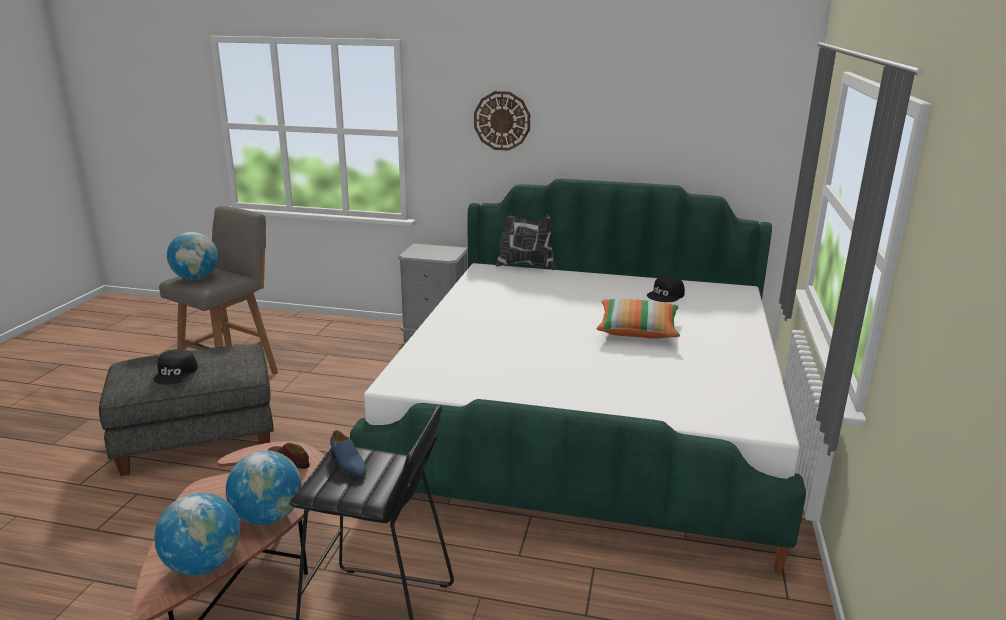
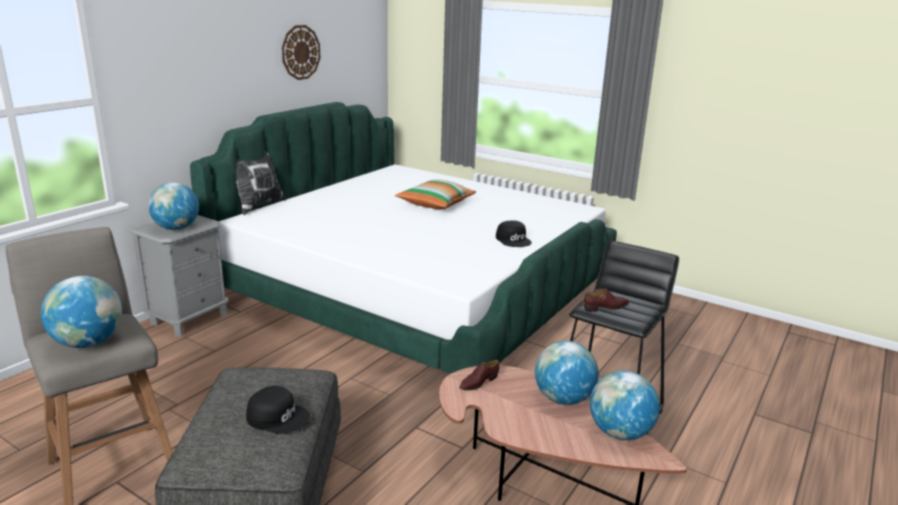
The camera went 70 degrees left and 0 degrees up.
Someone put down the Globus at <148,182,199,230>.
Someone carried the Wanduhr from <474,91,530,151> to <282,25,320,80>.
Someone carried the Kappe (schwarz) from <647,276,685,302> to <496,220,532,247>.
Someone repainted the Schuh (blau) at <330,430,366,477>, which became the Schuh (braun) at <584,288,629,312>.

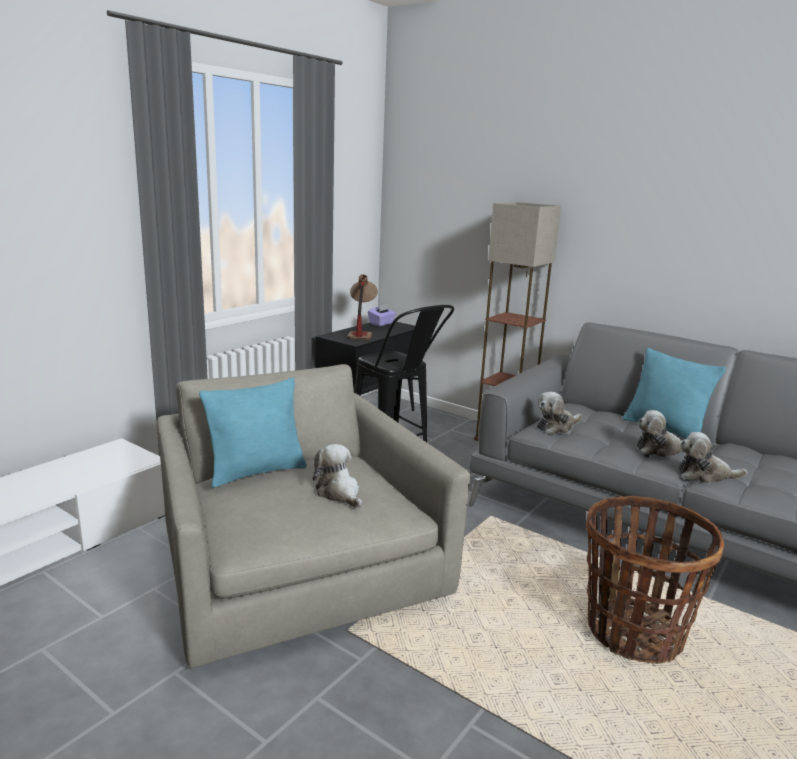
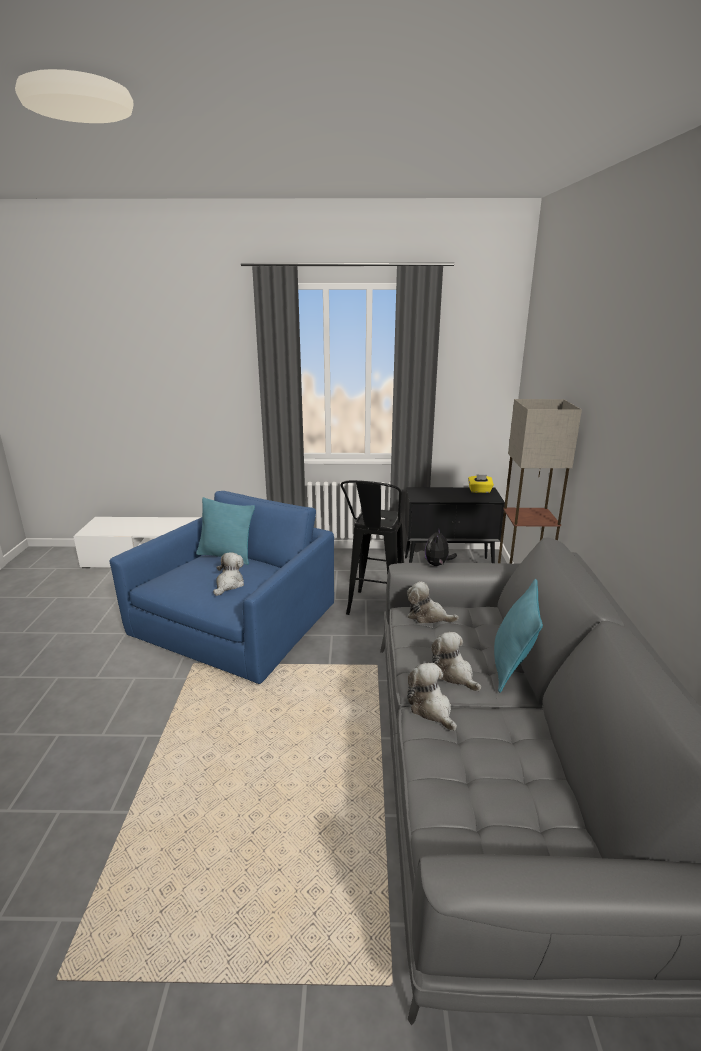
The camera went 55 degrees right and 5 degrees up.
Someone took away the Tischlampe at <347,274,377,340>.
Someone took away the Korb at <586,496,724,664>.
Someone put down the Plüschtier at <425,529,457,566>.
Someone repainted the Sessel (grau) at <157,364,470,668>, which became the Sessel (blau) at <110,491,334,684>.
Someone repainted the Taschentuchbox (lila) at <368,304,396,326>, which became the Taschentuchbox (gelb) at <468,474,494,493>.

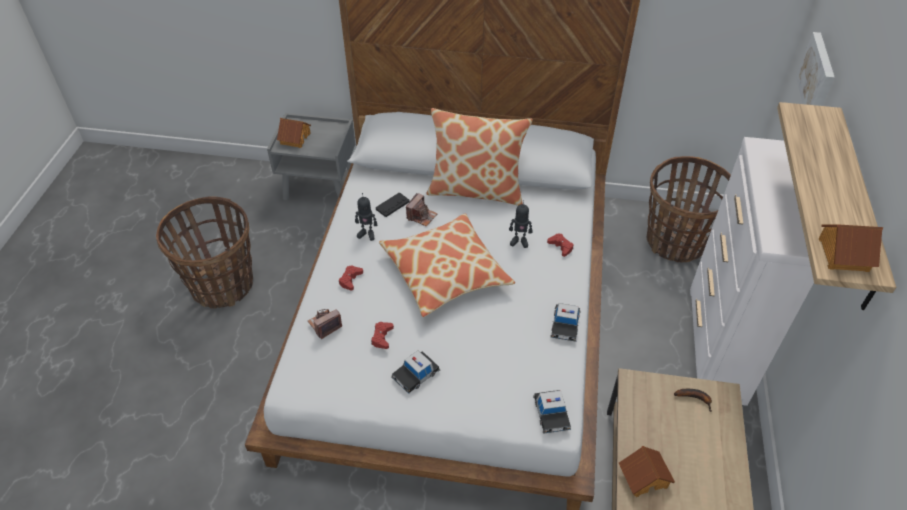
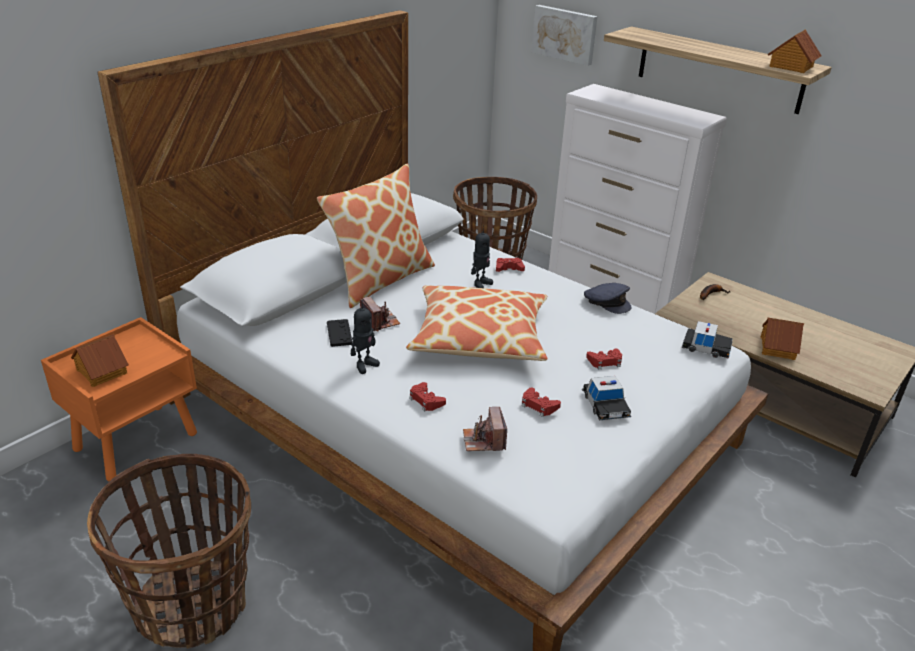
The camera went 60 degrees left and 15 degrees down.
Someone put down the Gamepad (rot) at <586,348,622,369>.
Someone swapped the Spielzeugauto at <550,303,581,342> for the Kappe (grau) at <584,283,632,314>.
Someone repainted the Nachttisch (grau) at <267,113,355,200>, which became the Nachttisch (orange) at <41,317,197,482>.

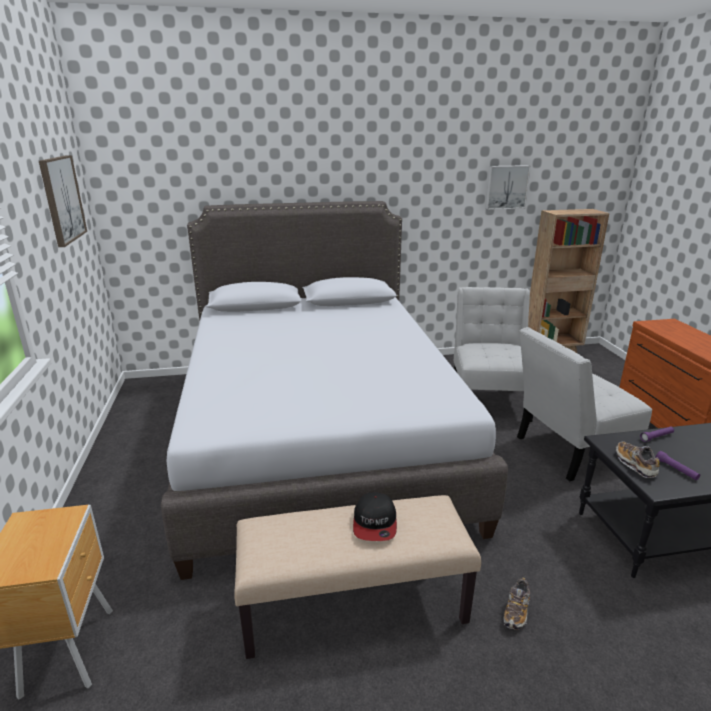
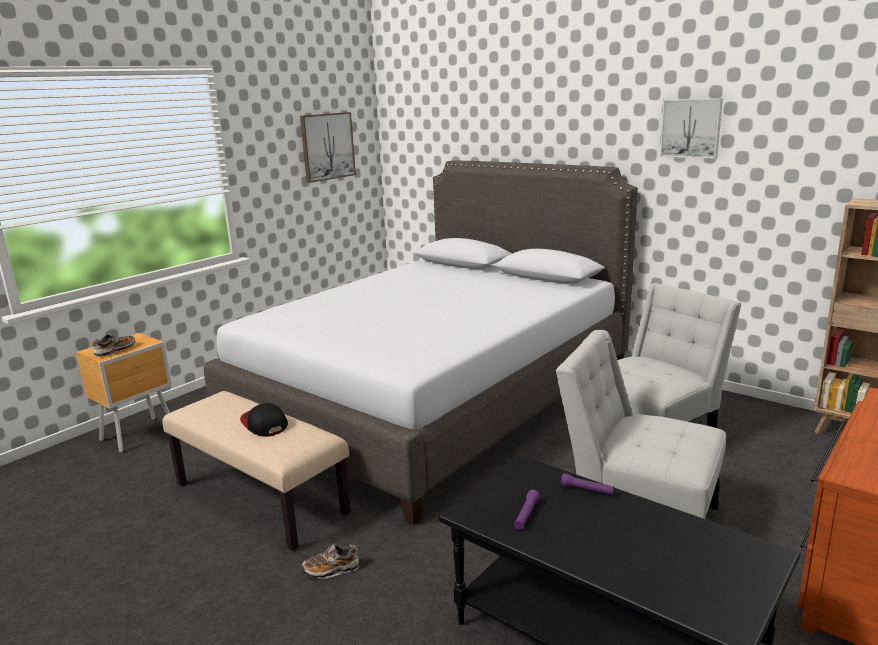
The camera went 50 degrees right and 5 degrees down.
Someone carried the Bild from <485,165,531,210> to <660,98,723,159>.
Someone carried the Schuh from <616,441,660,478> to <92,333,135,357>.
Someone rotated the Kappe at <353,492,397,541> by 90 degrees clockwise.

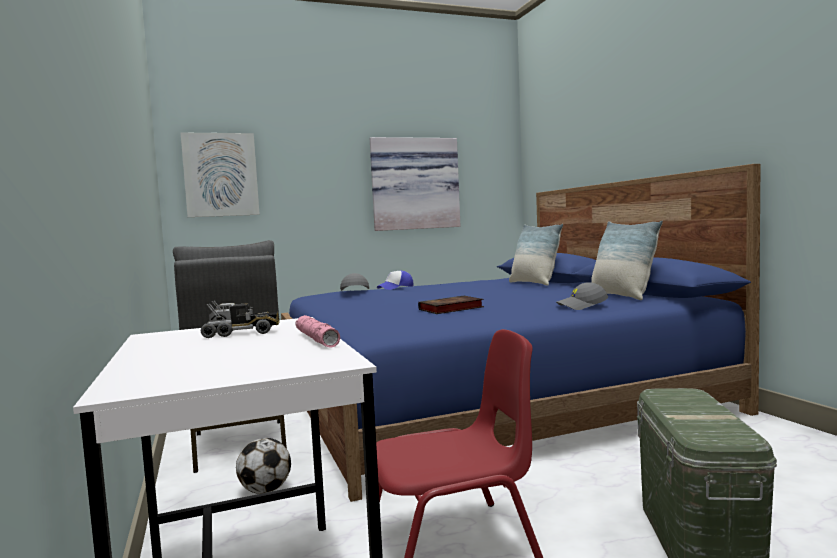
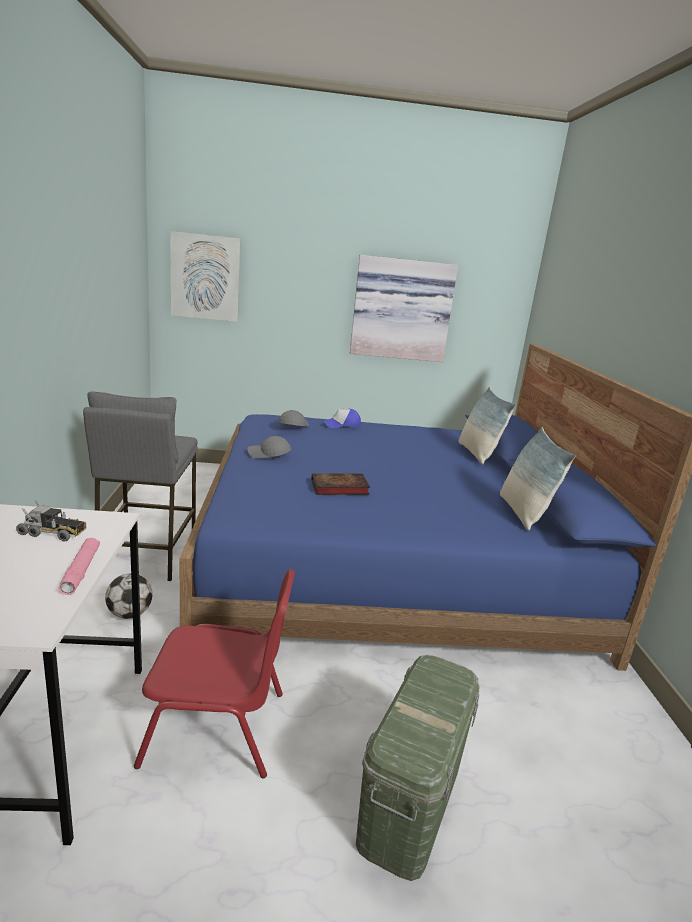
The camera went 15 degrees right and 15 degrees up.
Someone carried the Kappe (grau) from <556,282,608,310> to <248,436,291,459>.

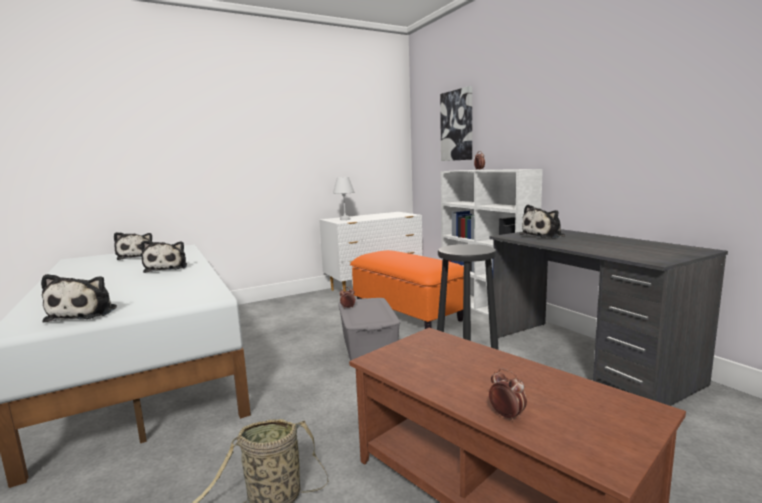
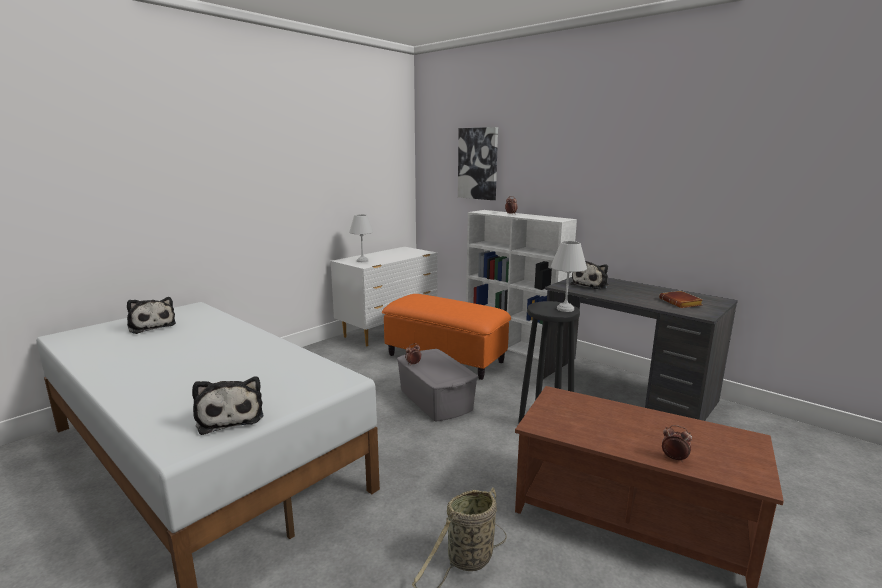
The camera went 20 degrees left and 5 degrees up.
Someone took away the Plüschtier at <141,240,187,273>.
Someone put down the Tischlampe (weiß) at <551,241,587,312>.
Someone put down the Buch (braun) at <659,291,703,308>.

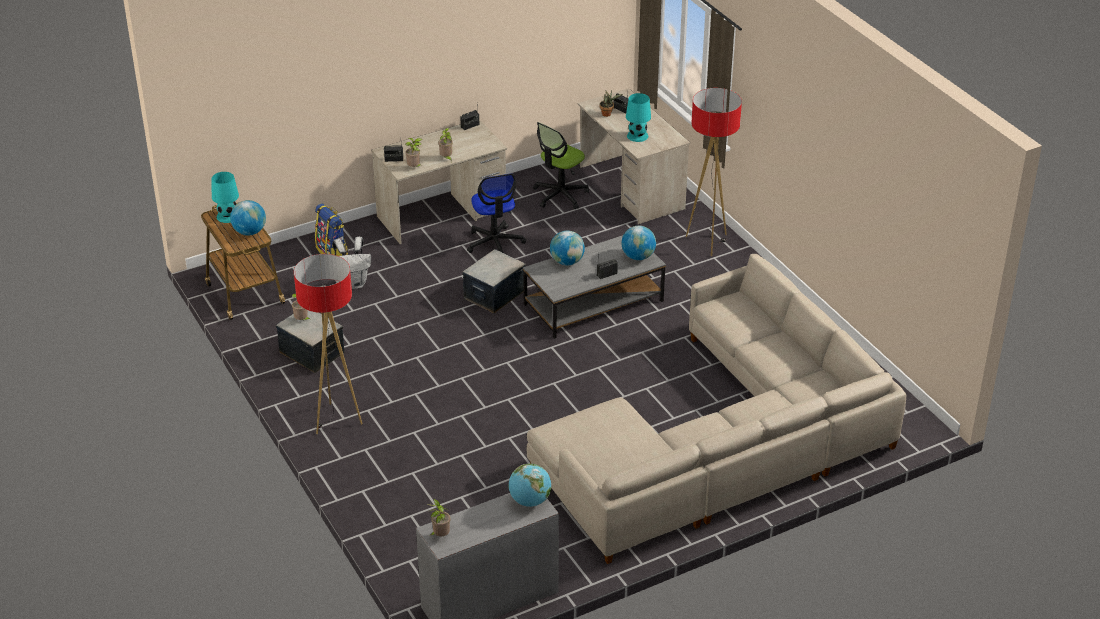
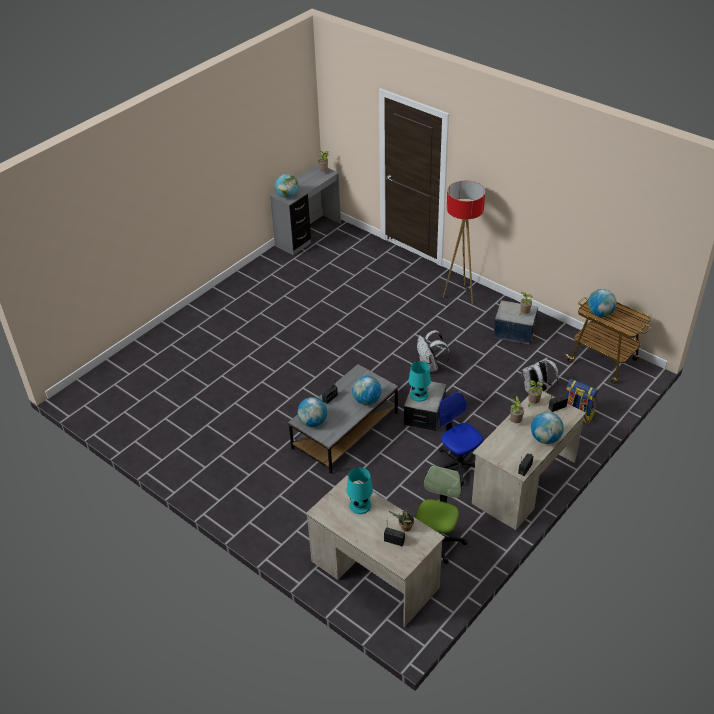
The camera went 160 degrees right and 5 degrees up.
Someone took away the Sofa (beige) at <527,254,906,564>.
Someone took away the Stehlampe at <686,88,742,256>.
Someone put down the Rucksack (weiß) at <417,330,450,372>.
Someone put down the Globus at <531,412,564,444>.
Someone carried the Tischlampe (türkis) from <212,172,239,223> to <409,361,431,402>.

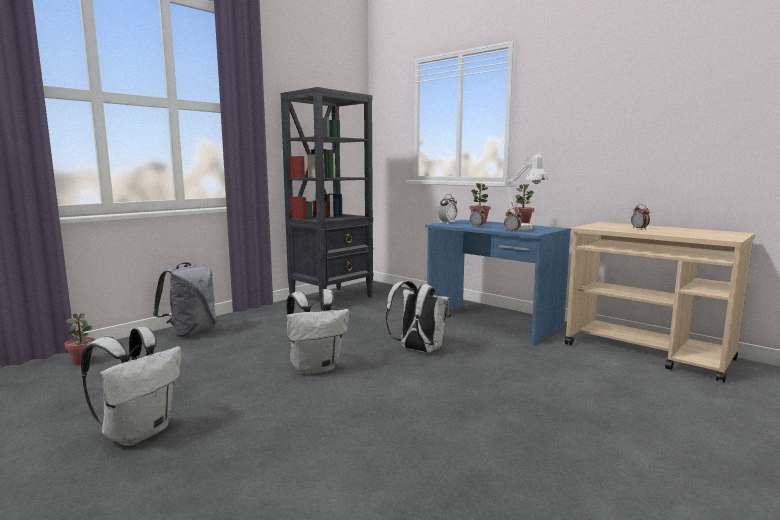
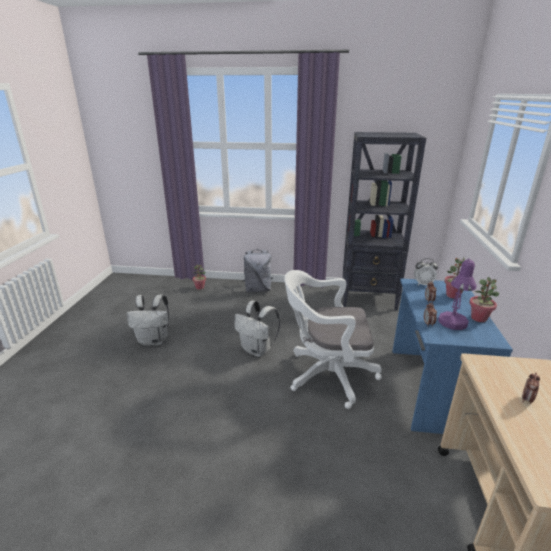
The camera went 55 degrees right and 15 degrees up.
Someone swapped the Rucksack (weiß) at <386,281,451,353> for the Bürostuhl (weiß) at <284,270,382,409>.
Someone repainted the Tischlampe (weiß) at <504,154,548,230>, which became the Tischlampe (lila) at <438,258,477,330>.

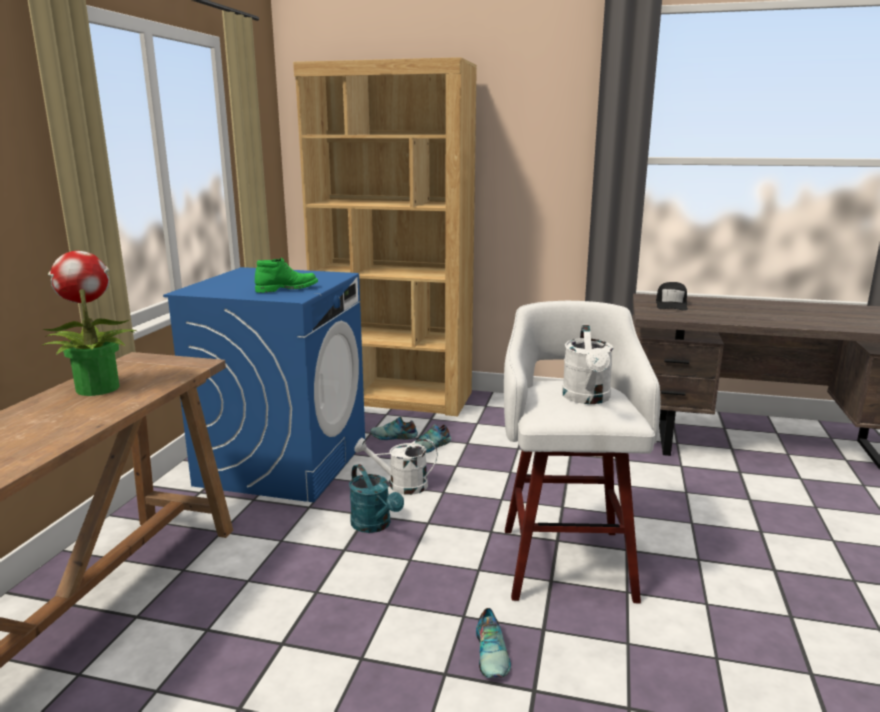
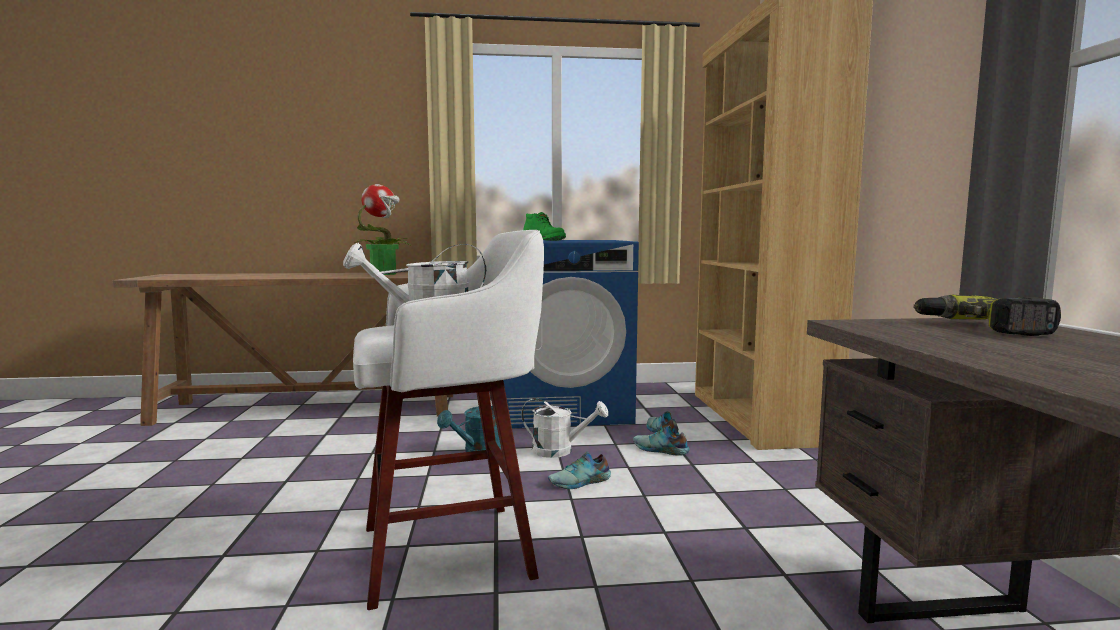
The camera went 70 degrees right and 10 degrees down.
Someone carried the Schuh from <476,608,511,678> to <548,452,611,489>.
Someone swapped the Kappe (schwarz) at <656,282,688,311> for the Bohrmaschine at <913,294,1061,336>.
Someone rotated the Gießkanne (weiß) at <354,438,438,495> by 120 degrees clockwise.

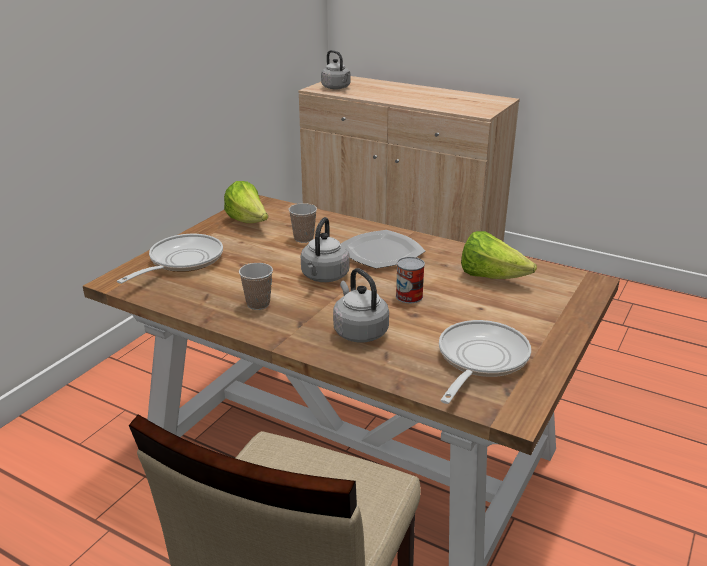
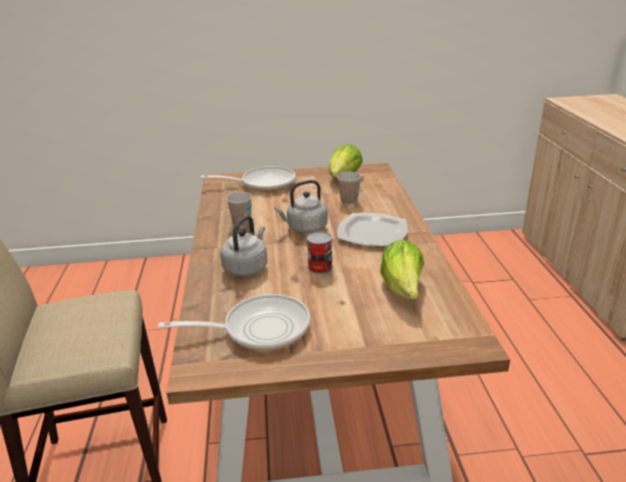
The camera went 55 degrees right and 0 degrees up.
Someone took away the Wasserkessel (grau) at <321,50,350,89>.

